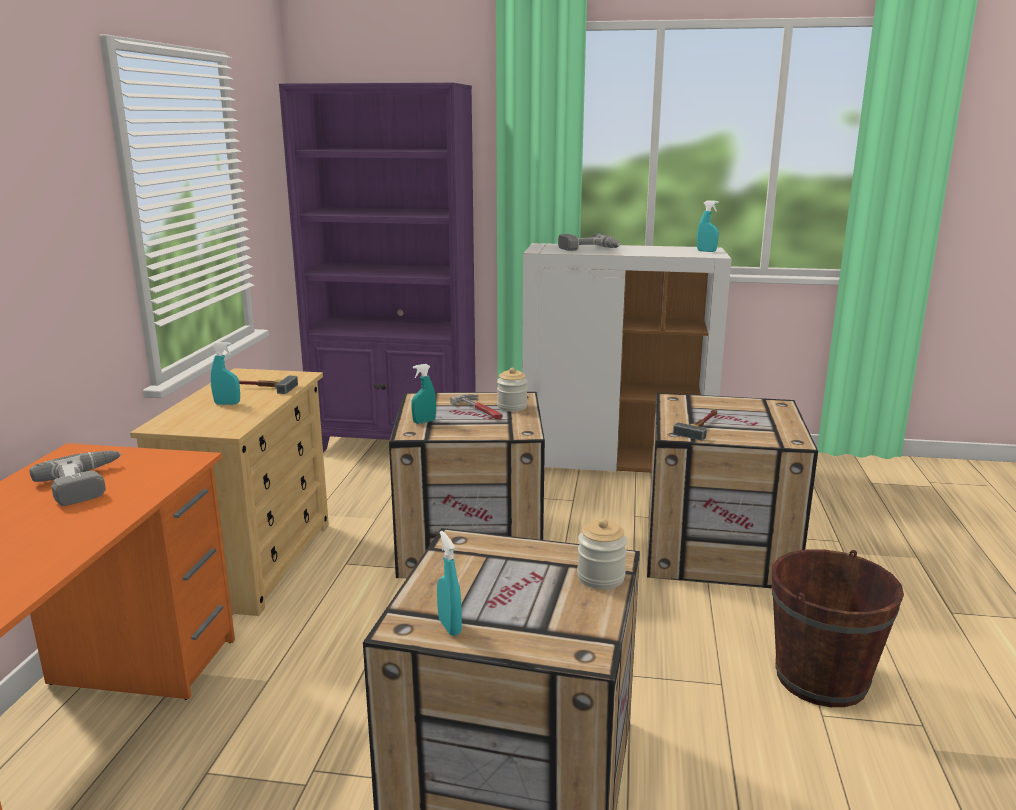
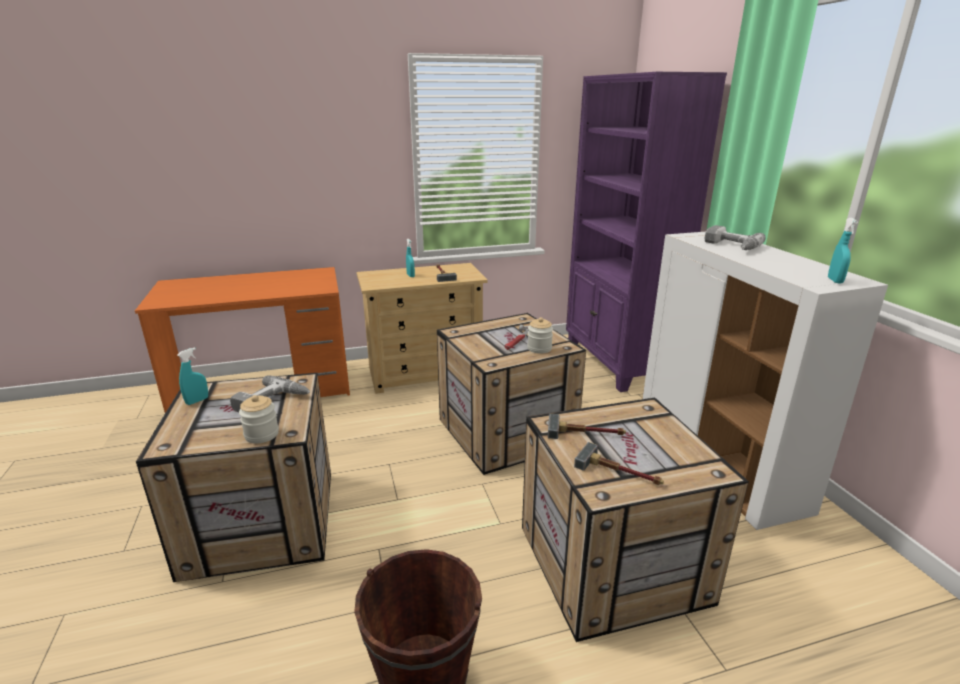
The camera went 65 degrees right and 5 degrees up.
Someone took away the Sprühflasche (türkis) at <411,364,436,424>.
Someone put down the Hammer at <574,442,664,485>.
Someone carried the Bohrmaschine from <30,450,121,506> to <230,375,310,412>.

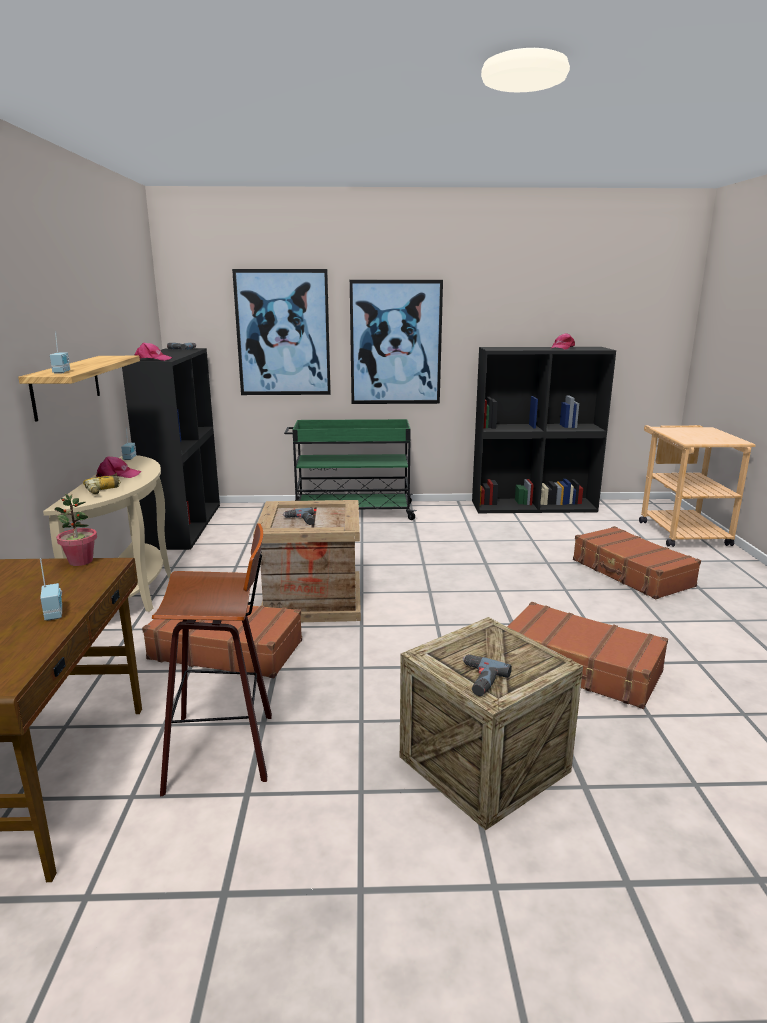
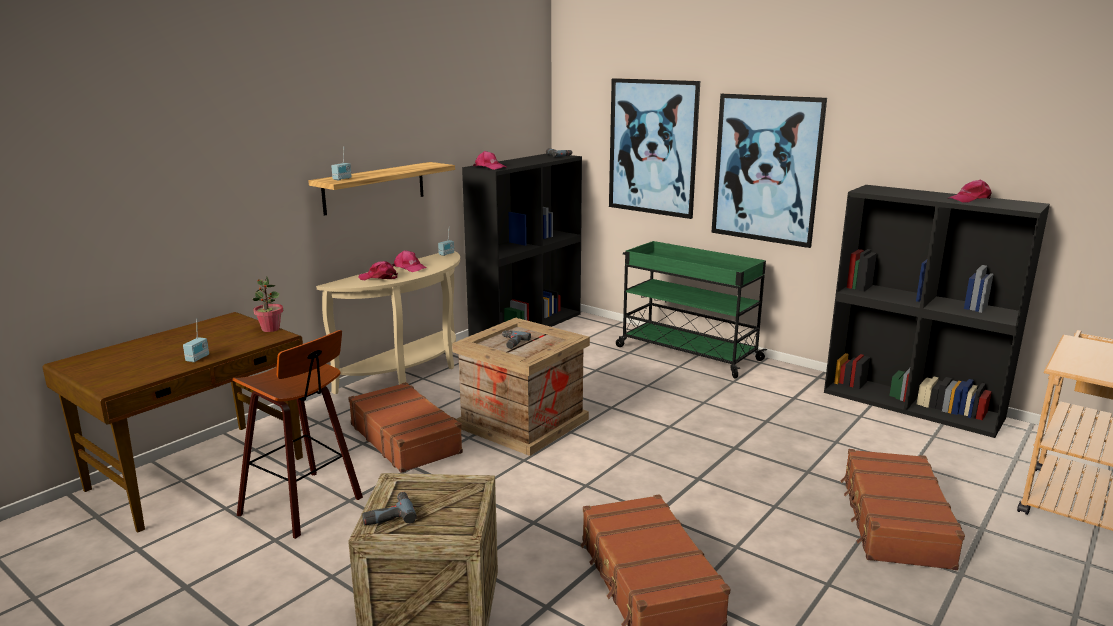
The camera went 40 degrees right and 0 degrees up.
Someone swapped the Bohrmaschine at <83,473,121,495> for the Kappe (rosa) at <359,261,398,280>.

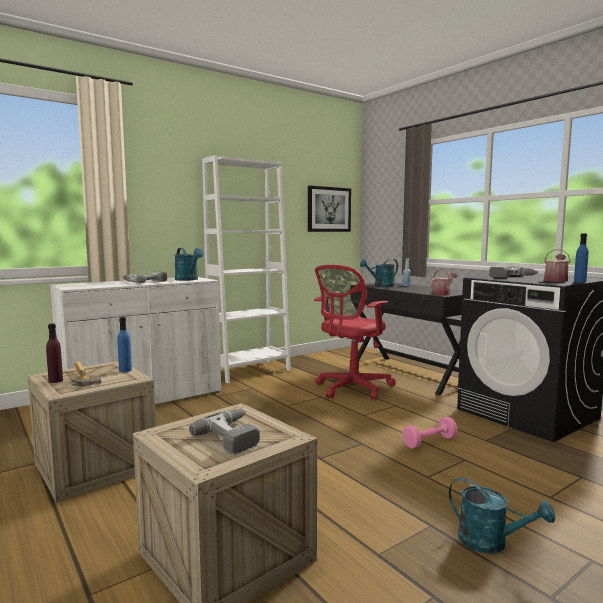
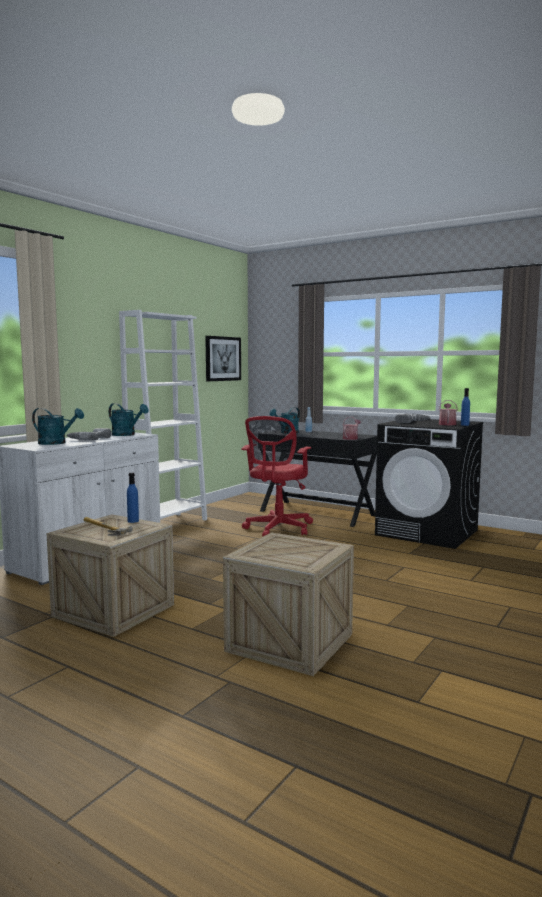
The camera went 20 degrees left and 0 degrees up.
Someone took away the Flasche (lila) at <46,323,63,383>.
Someone took away the Bohrmaschine at <189,409,260,454>.
Someone took away the Hantel (rosa) at <402,417,458,449>.
Someone carried the Gießkanne (türkis) from <449,477,555,554> to <32,408,84,445>.

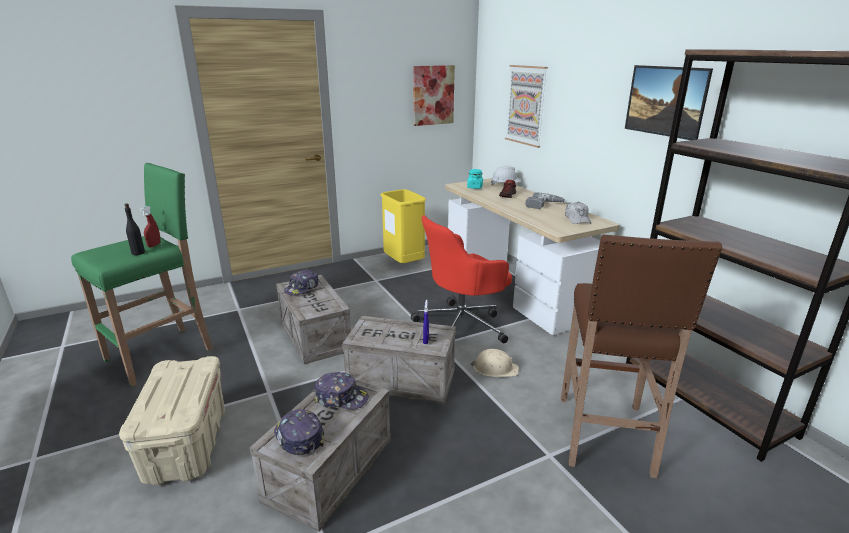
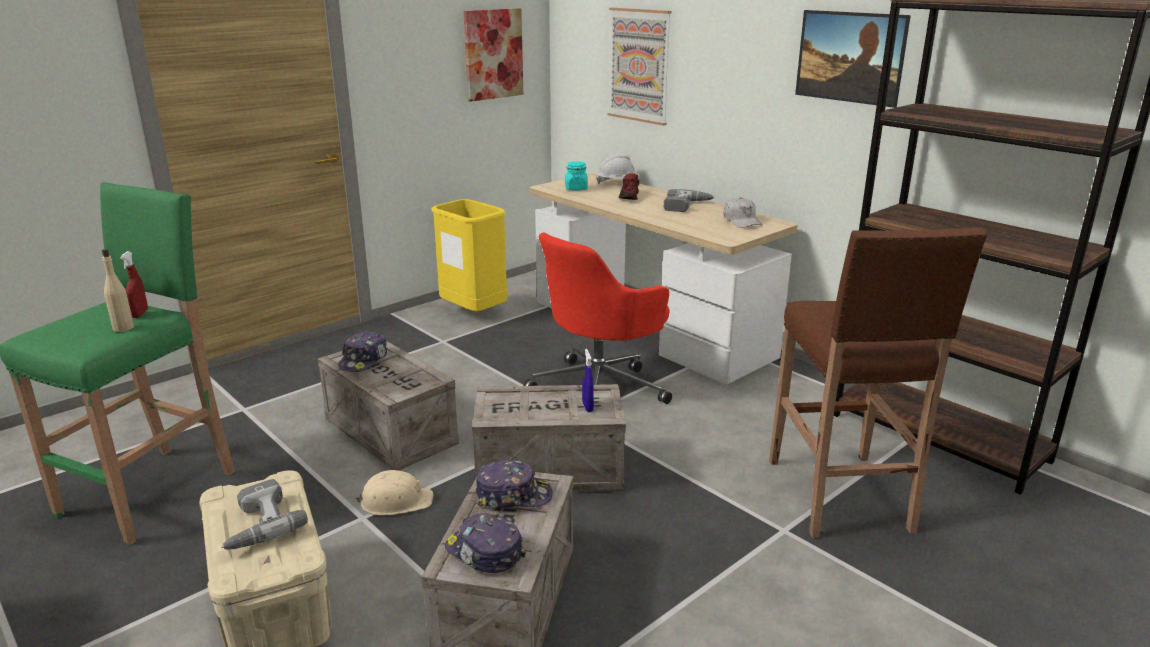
The camera went 15 degrees left and 0 degrees up.
Someone put down the Bohrmaschine at <221,479,308,549>.
Someone carried the Schutzhelm (beige) from <470,349,519,377> to <355,470,433,515>.
Someone repainted the Flasche (schwarz) at <124,203,145,255>, which became the Flasche (beige) at <102,249,134,332>.

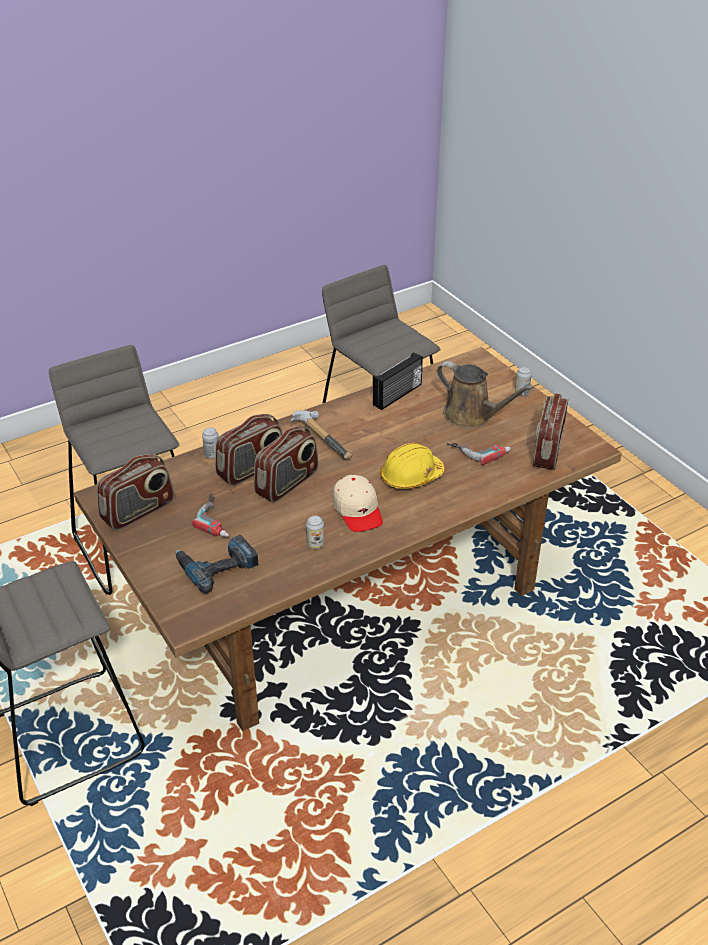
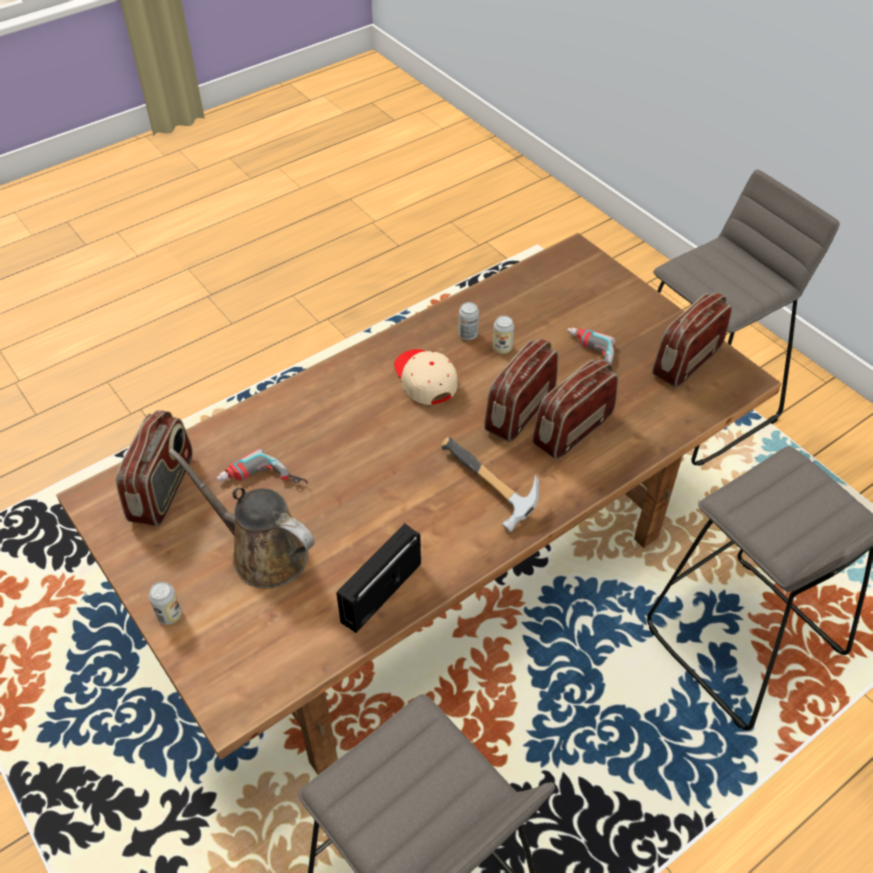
The camera went 175 degrees right and 10 degrees up.
Someone took away the Bohrmaschine at <175,535,258,593>.
Someone took away the Schutzhelm (gelb) at <380,443,445,489>.
Someone carried the Dose from <202,427,219,458> to <493,316,514,354>.

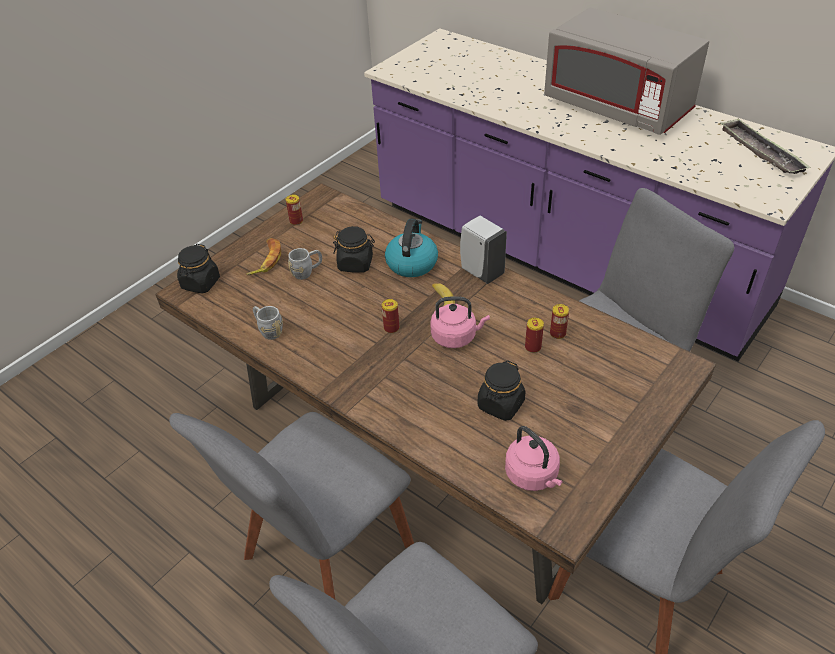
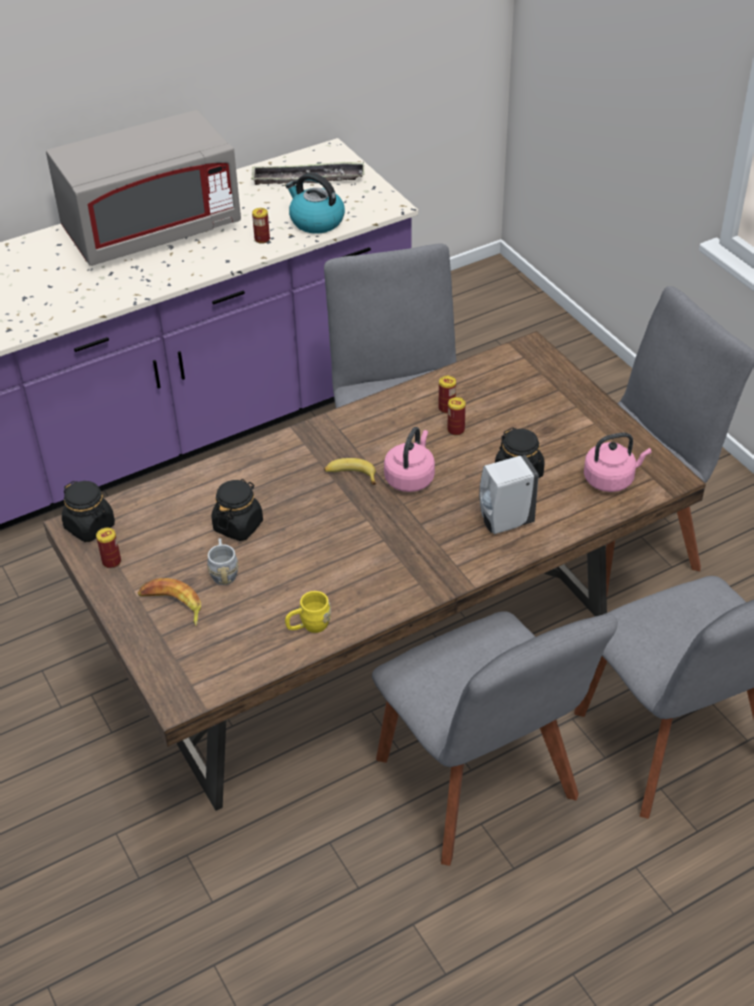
The camera went 70 degrees left and 0 degrees up.
Someone carried the Vorratsglas (schwarz) from <177,244,220,293> to <62,481,115,542>.
Someone carried the Dose from <382,299,399,333> to <252,208,270,244>.
Someone carried the Wasserkessel from <385,218,438,277> to <286,173,345,234>.
Someone carried the Seifenspender (weiß) from <460,216,507,284> to <479,455,539,534>.
Someone repainted the Henkelbecher (grau) at <253,306,283,340>, which became the Henkelbecher (gelb) at <285,591,331,633>.

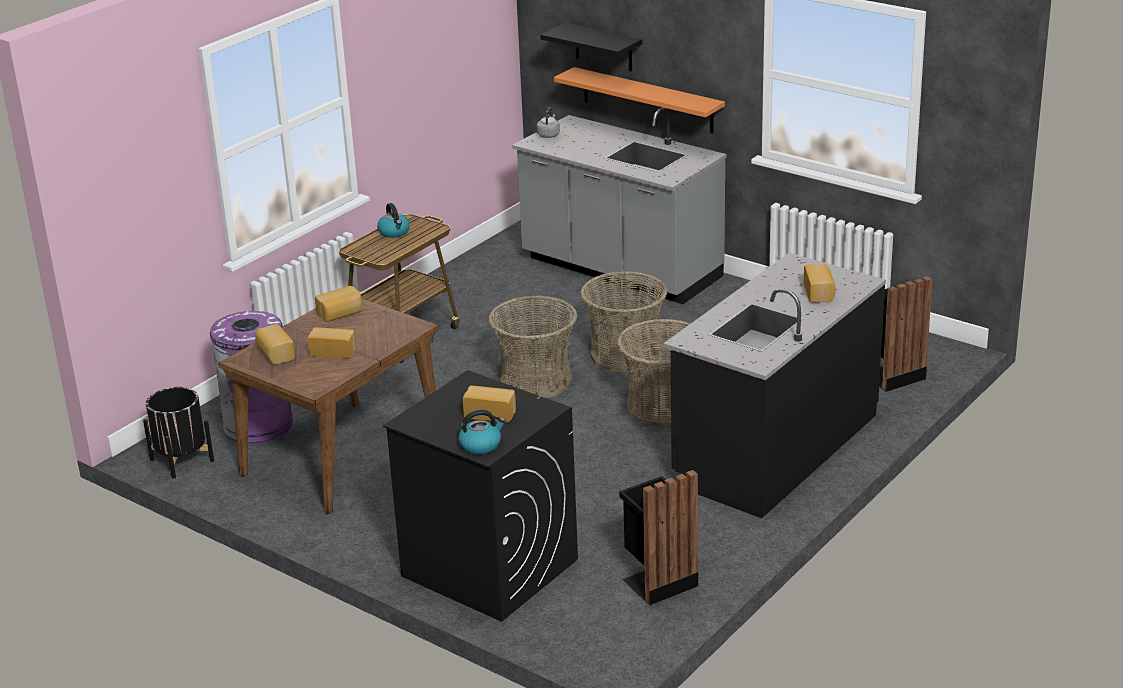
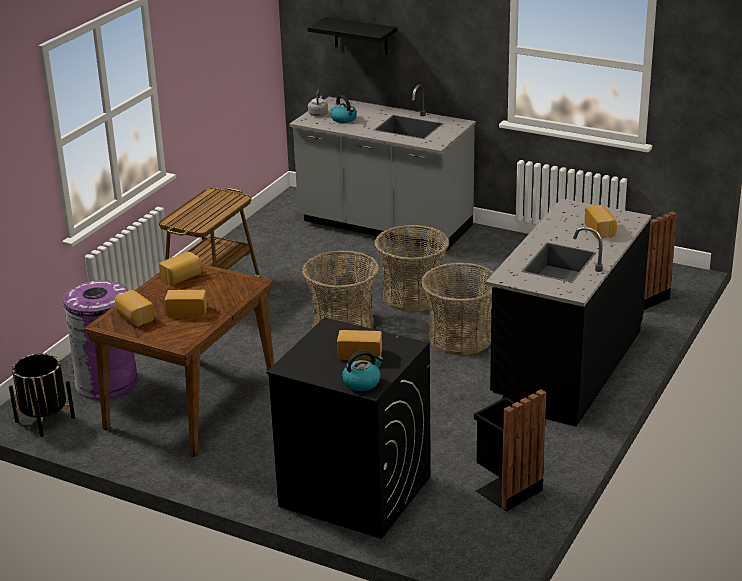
The camera went 10 degrees left and 0 degrees up.
Someone took away the Wandregal (orange) at <554,67,725,133>.
Someone carried the Wasserkessel from <377,203,410,238> to <331,95,357,123>.

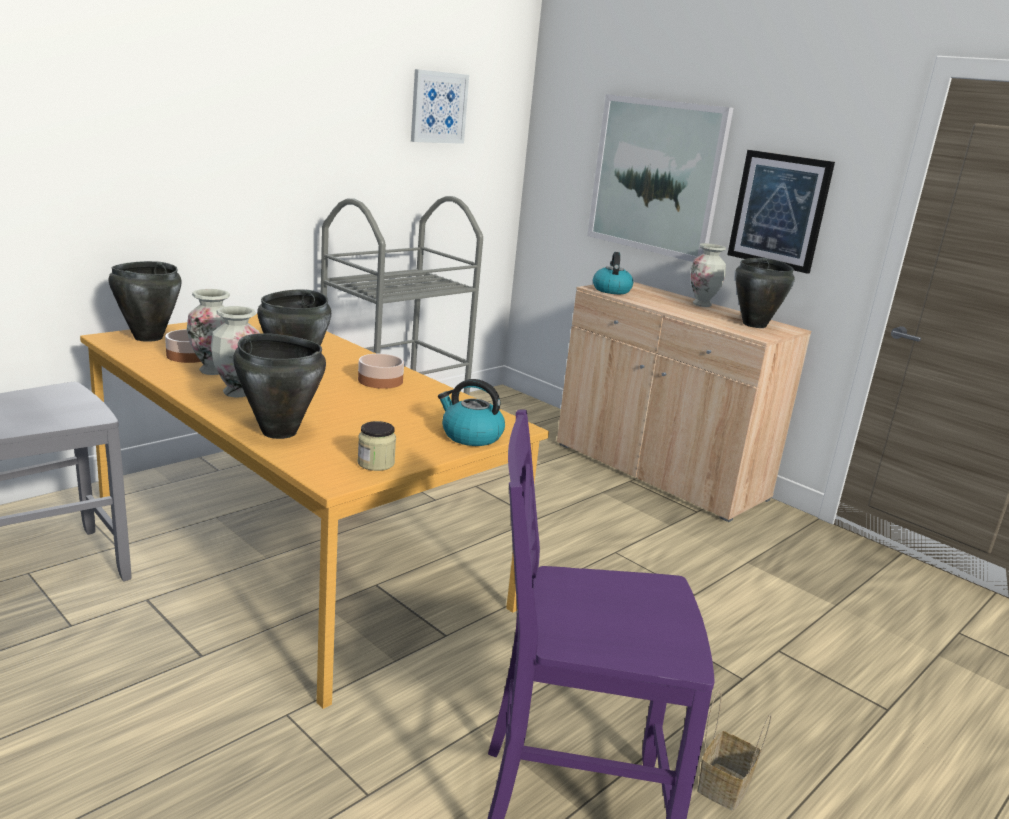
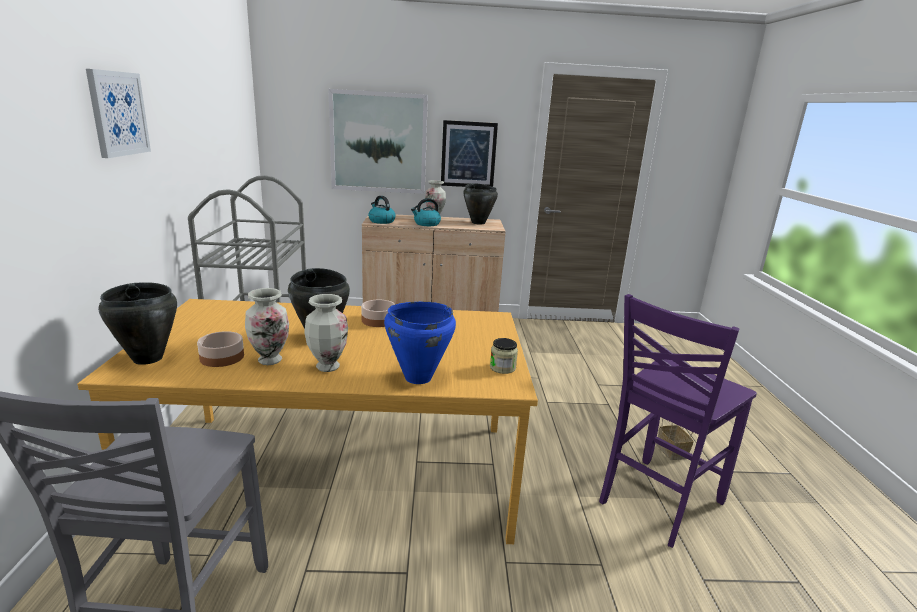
The camera went 45 degrees left and 0 degrees up.
Someone carried the Bild from <411,69,469,144> to <86,69,151,158>.
Someone carried the Wasserkessel from <438,379,505,446> to <411,198,441,226>.
Someone repainted the Kochtopf (schwarz) at <233,333,326,439>, which became the Kochtopf (blau) at <384,302,456,384>.

